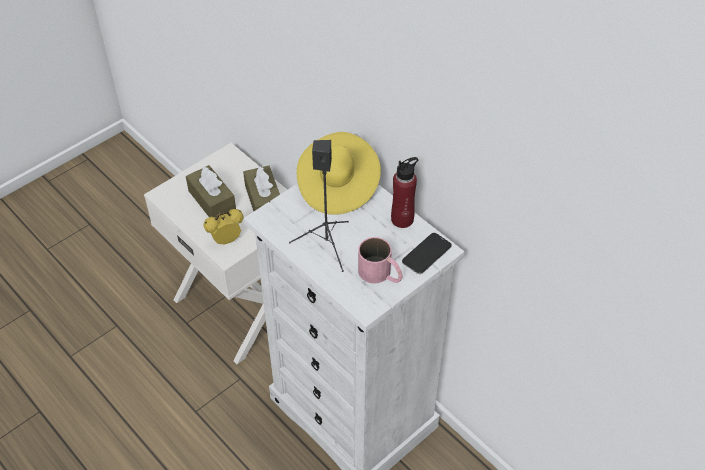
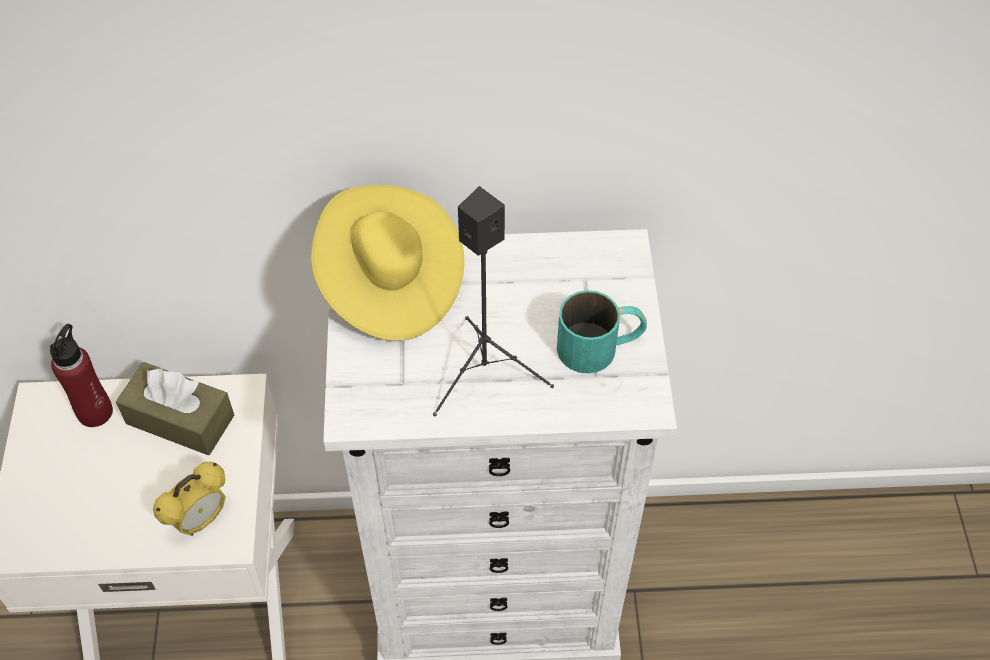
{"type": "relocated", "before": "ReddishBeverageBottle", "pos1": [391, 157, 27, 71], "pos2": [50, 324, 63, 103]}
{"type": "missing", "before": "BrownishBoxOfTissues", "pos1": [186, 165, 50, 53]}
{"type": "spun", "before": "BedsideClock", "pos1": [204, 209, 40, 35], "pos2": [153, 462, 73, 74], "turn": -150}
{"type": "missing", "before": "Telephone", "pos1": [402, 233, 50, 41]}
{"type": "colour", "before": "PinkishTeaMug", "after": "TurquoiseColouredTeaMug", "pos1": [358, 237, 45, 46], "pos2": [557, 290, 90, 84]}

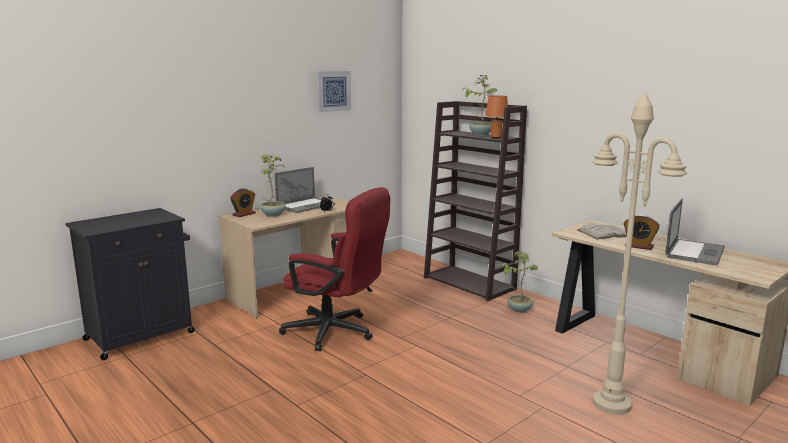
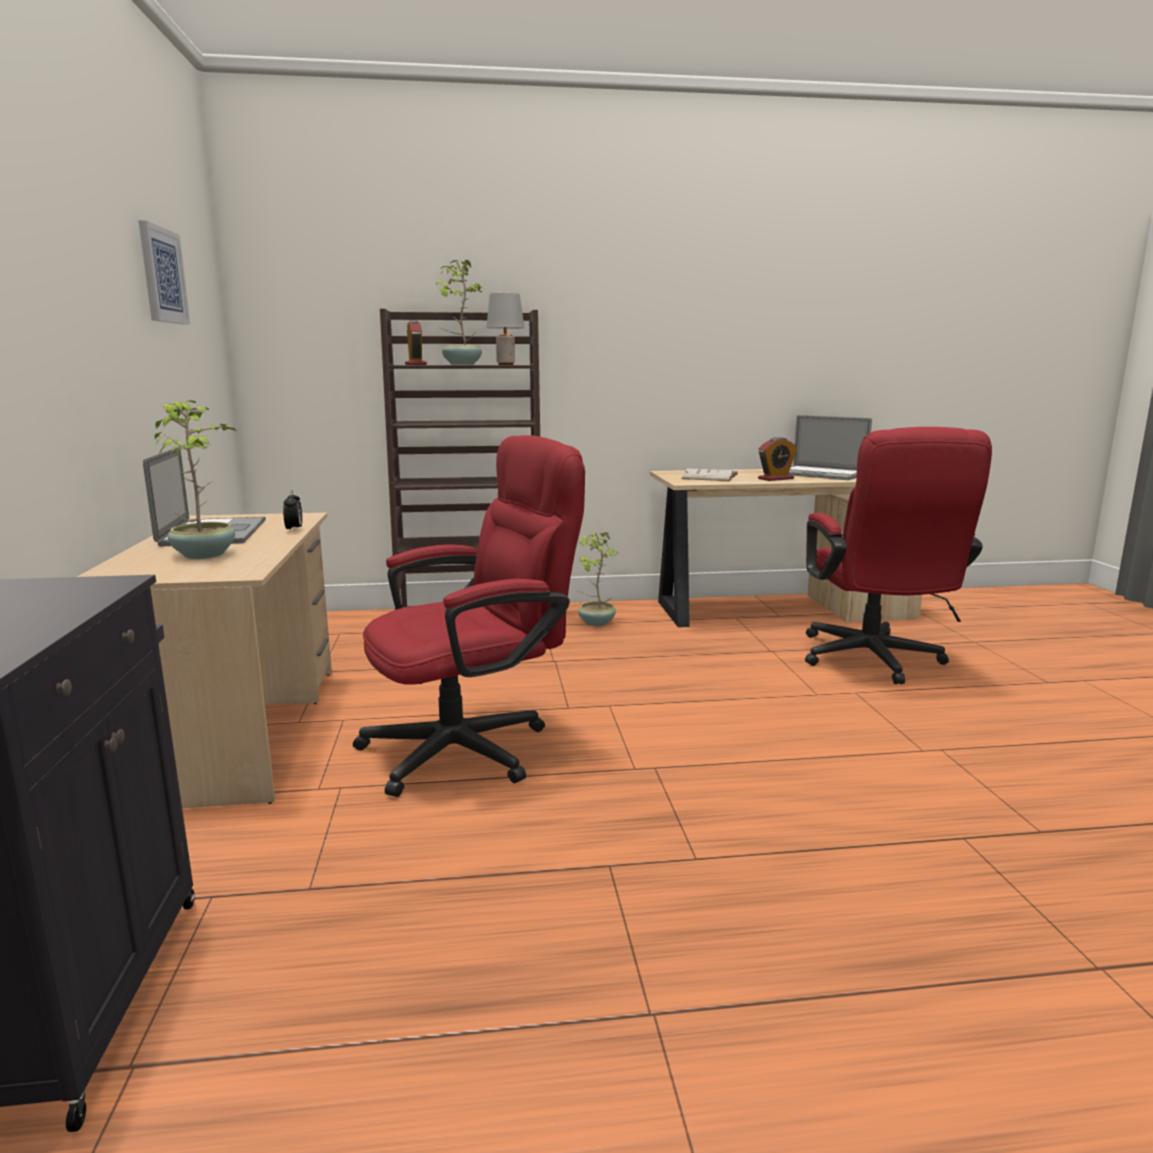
{"type": "exchanged", "before": "BeigeStandingLamp", "after": "ReddishDeskChair", "pos1": [592, 93, 95, 322], "pos2": [805, 427, 187, 257]}
{"type": "colour", "before": "OrangeTabletopLamp", "after": "GrayTabletopLamp", "pos1": [485, 96, 23, 43], "pos2": [486, 293, 38, 72]}
{"type": "relocated", "before": "BedsideClock", "pos1": [230, 188, 26, 29], "pos2": [405, 320, 22, 45]}
{"type": "spun", "before": "PortableComputer", "pos1": [665, 198, 60, 67], "pos2": [788, 415, 84, 65], "turn": 150}

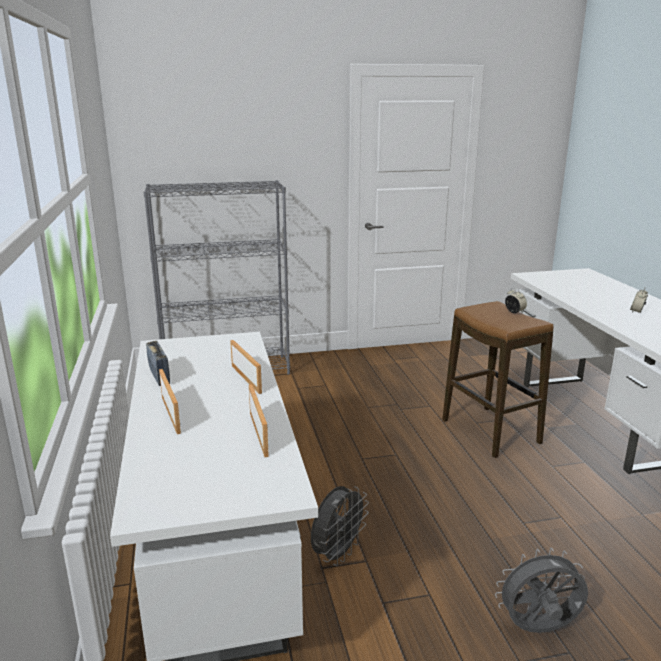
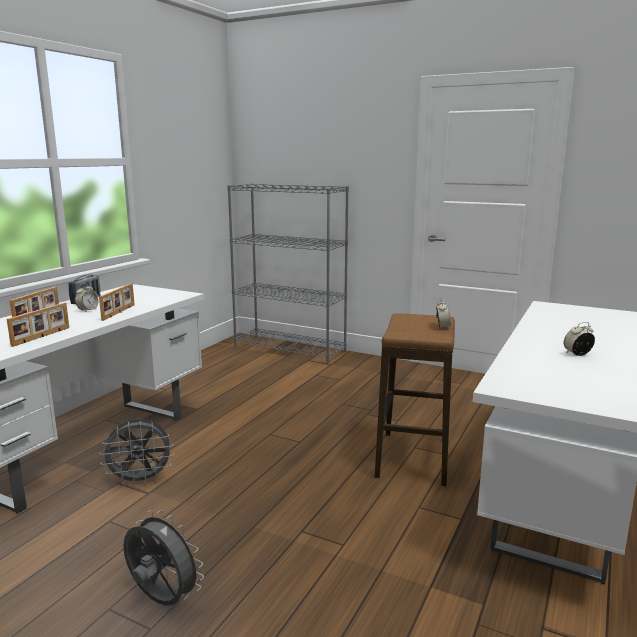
{"type": "appeared", "after": "BedsideClock", "pos2": [75, 283, 24, 29]}

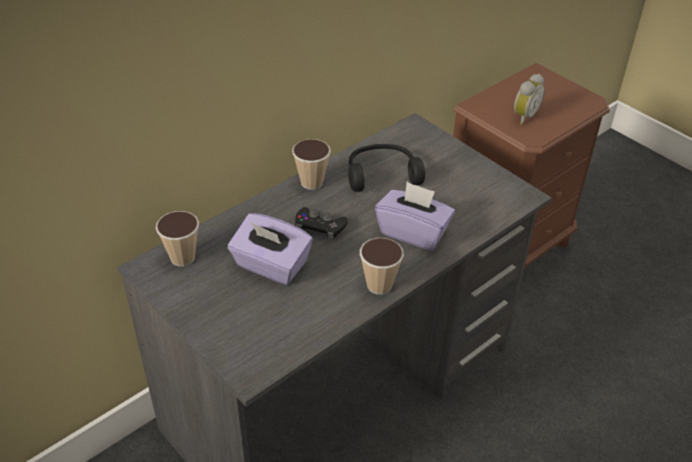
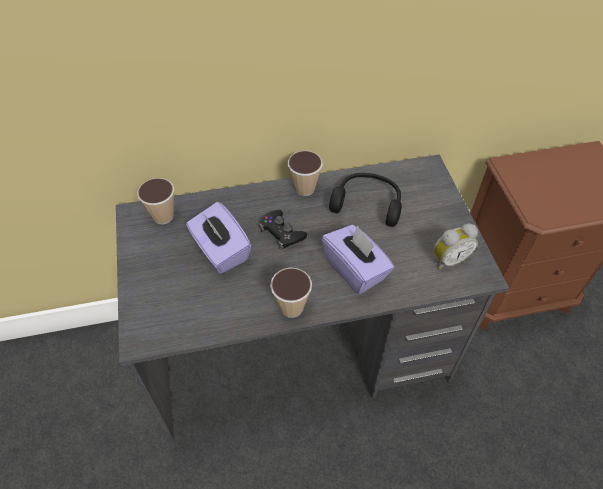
{"type": "relocated", "before": "BedsideClock", "pos1": [514, 74, 31, 51], "pos2": [434, 223, 44, 47]}

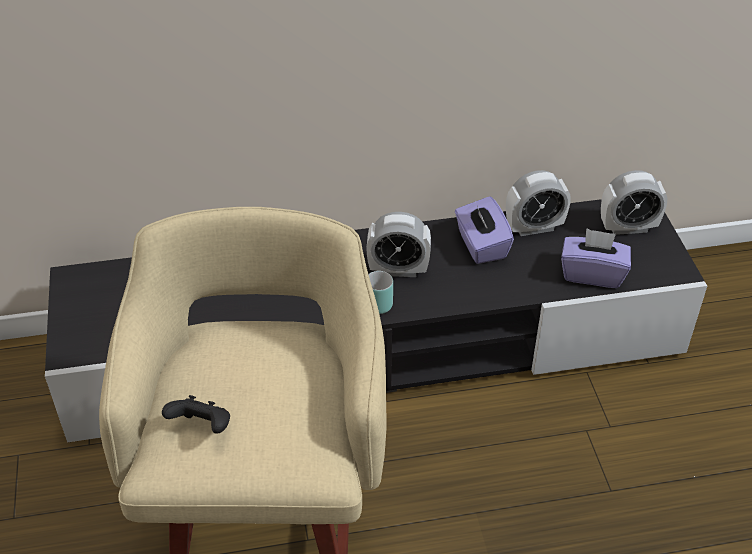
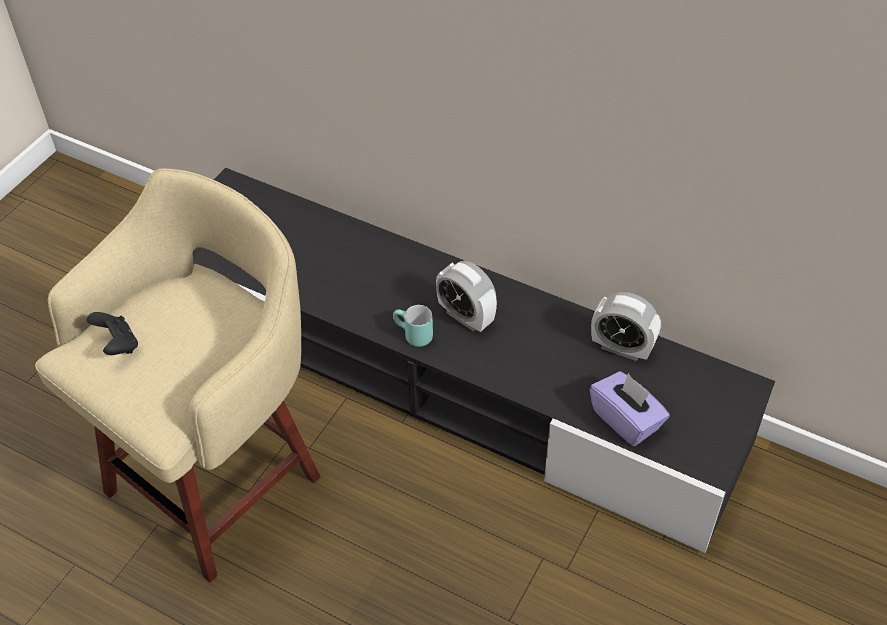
{"type": "missing", "before": "BedsideClock", "pos1": [601, 170, 66, 65]}
{"type": "missing", "before": "PurplishBoxOfTissues", "pos1": [455, 196, 59, 68]}

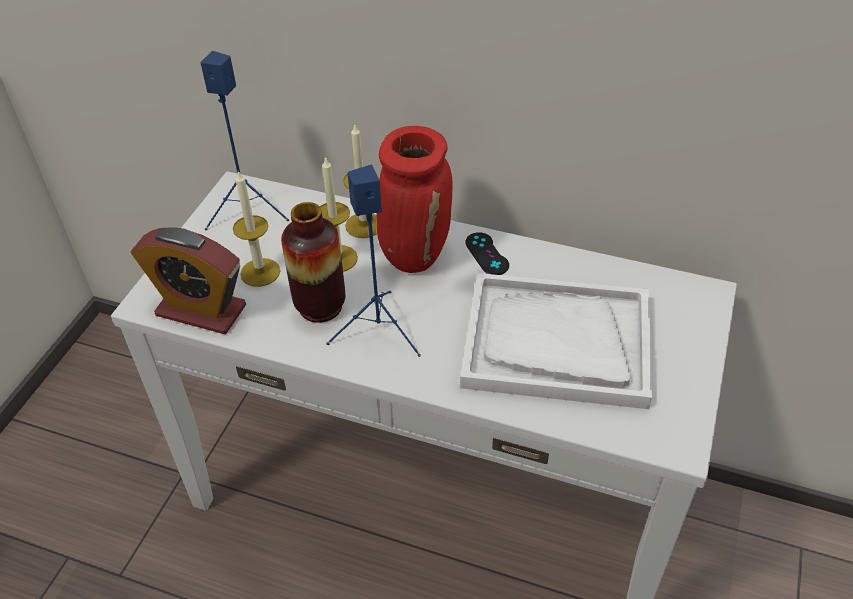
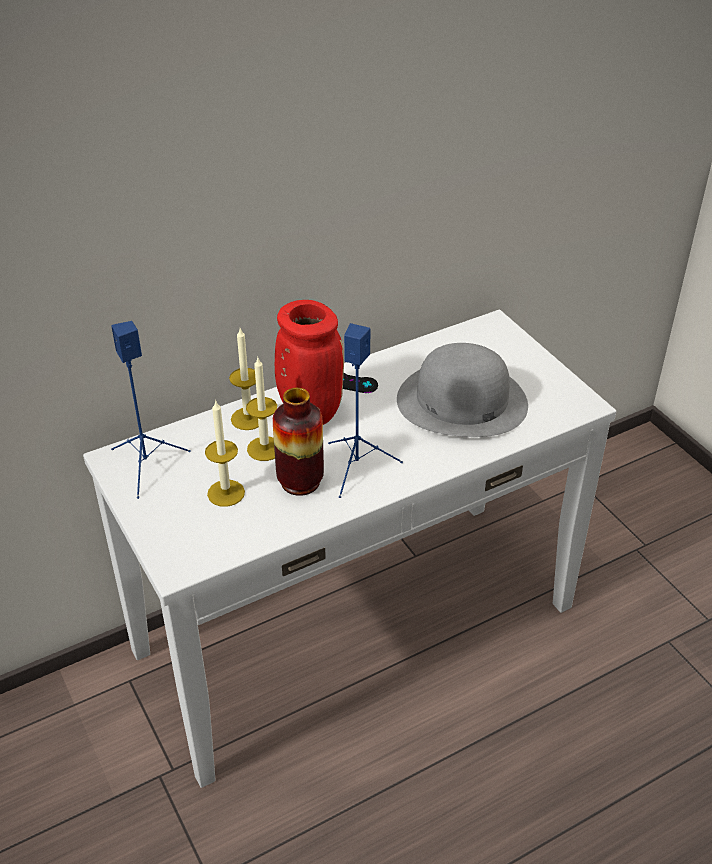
{"type": "missing", "before": "BedsideClock", "pos1": [131, 227, 115, 107]}
{"type": "exchanged", "before": "WhiteTray", "after": "GrayHat", "pos1": [460, 273, 192, 136], "pos2": [397, 343, 131, 94]}

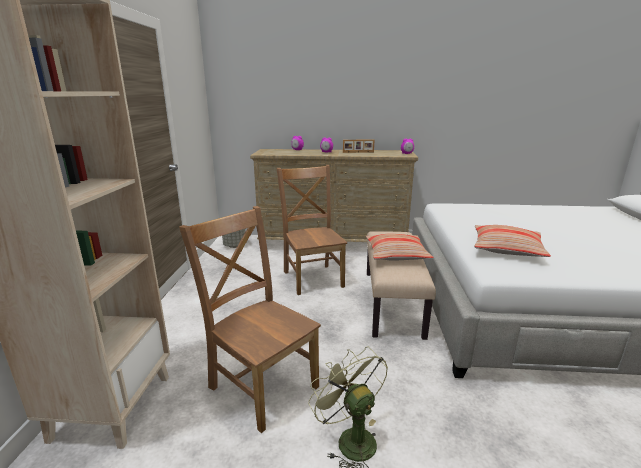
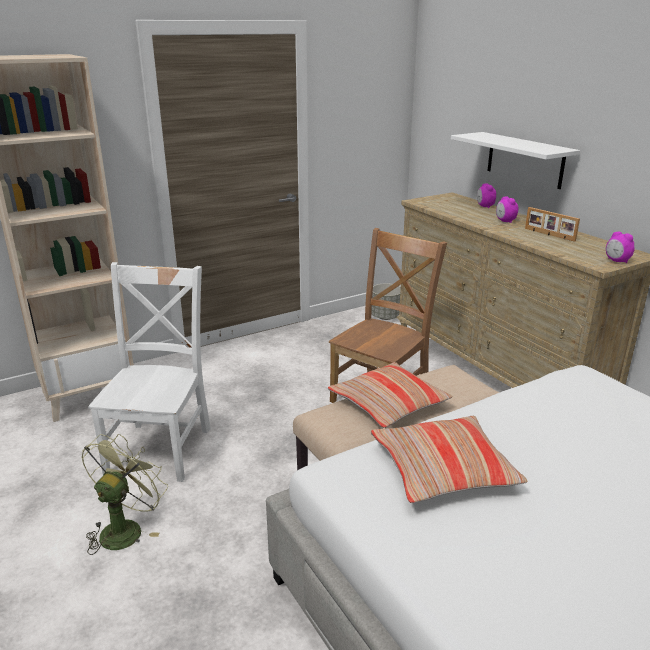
{"type": "colour", "before": "BrownishPlainChair", "after": "WhitePlainChair", "pos1": [179, 206, 142, 227], "pos2": [88, 262, 123, 220]}
{"type": "appeared", "after": "WhiteBracketShelf", "pos2": [451, 132, 129, 57]}

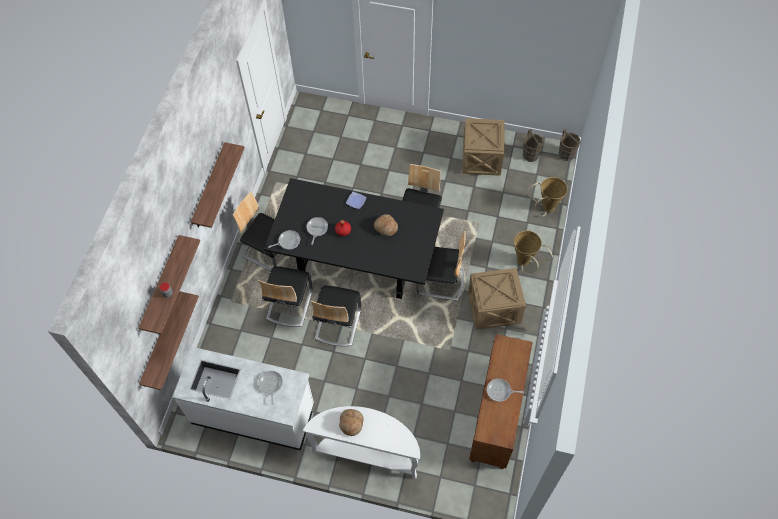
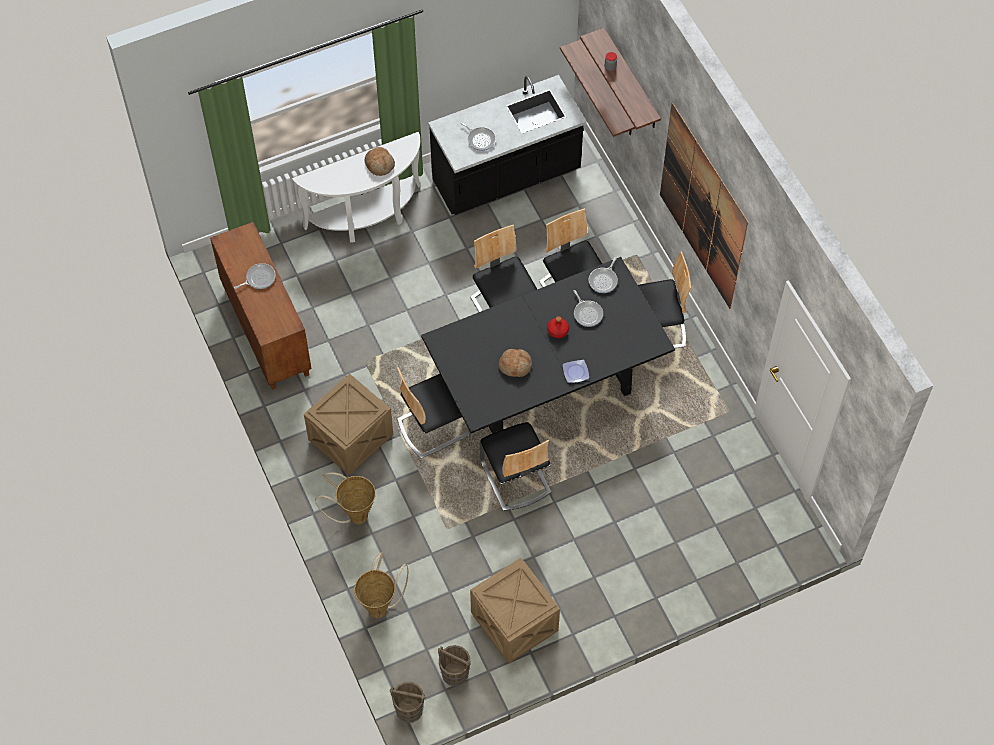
{"type": "exchanged", "before": "BracketShelf", "after": "Picture", "pos1": [191, 142, 54, 86], "pos2": [660, 103, 88, 206]}
{"type": "colour", "before": "WhiteCounter", "after": "BlackColouredCounter", "pos1": [173, 347, 141, 104], "pos2": [428, 75, 159, 140]}

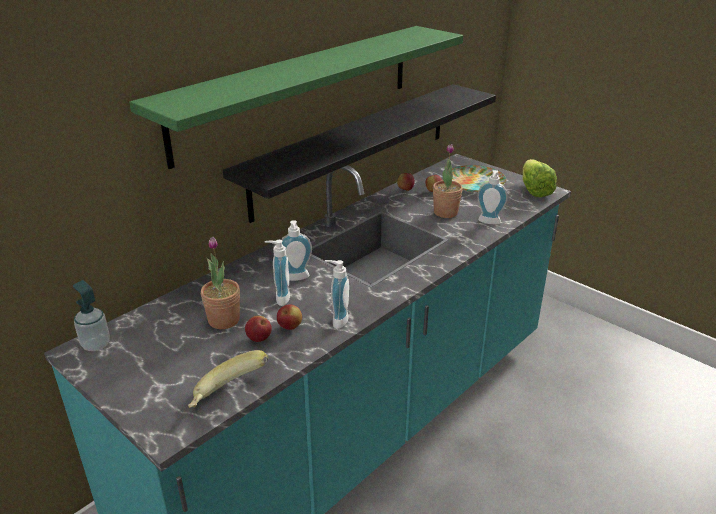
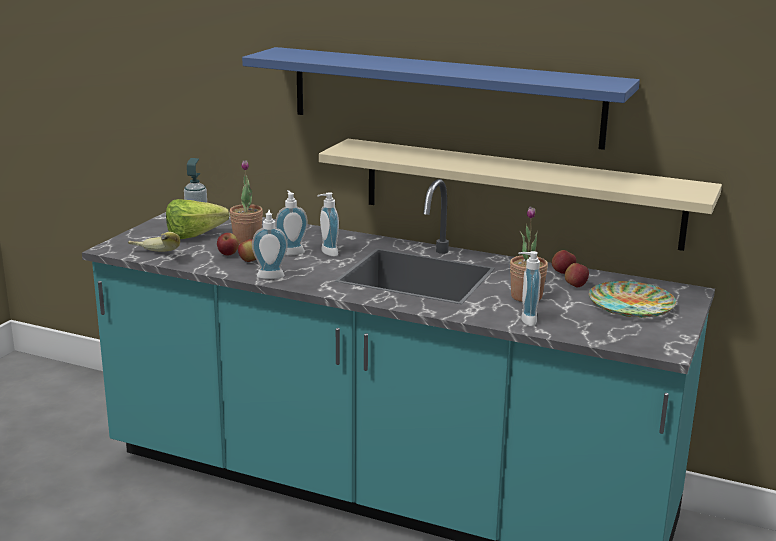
{"type": "colour", "before": "GreenishBracketShelf", "after": "BlueColouredBracketShelf", "pos1": [129, 26, 334, 143], "pos2": [242, 47, 398, 103]}
{"type": "colour", "before": "BlackColouredBracketShelf", "after": "BeigeBracketShelf", "pos1": [223, 84, 273, 139], "pos2": [319, 139, 403, 112]}
{"type": "relocated", "before": "HeadOfLettuce", "pos1": [522, 159, 35, 38], "pos2": [166, 199, 64, 40]}

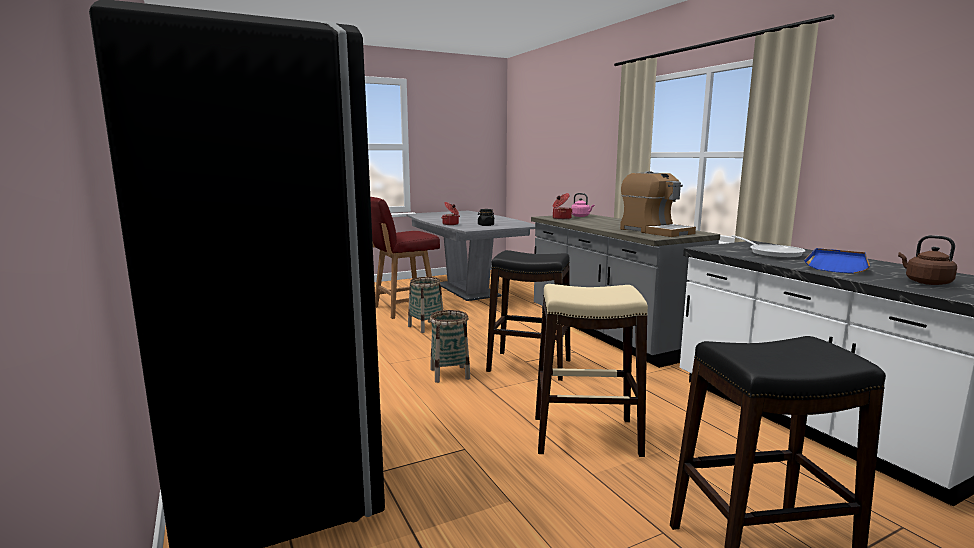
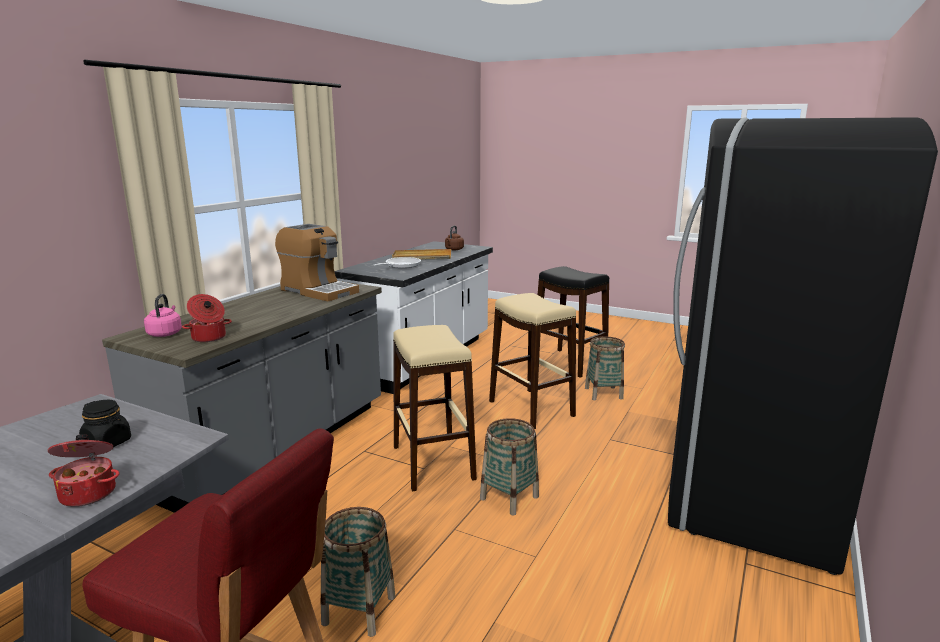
{"type": "spun", "before": "CoffeeMachine", "pos1": [620, 171, 76, 66], "pos2": [275, 224, 84, 77], "turn": 105}
{"type": "colour", "before": "BlueColouredTray", "after": "BeigeTray", "pos1": [804, 248, 66, 25], "pos2": [392, 249, 59, 11]}
{"type": "colour", "before": "BlackColouredSittingStool", "after": "BeigeSittingStool", "pos1": [486, 250, 85, 131], "pos2": [393, 325, 84, 166]}
{"type": "appeared", "after": "HouseholdBasket", "pos2": [585, 336, 40, 64]}

